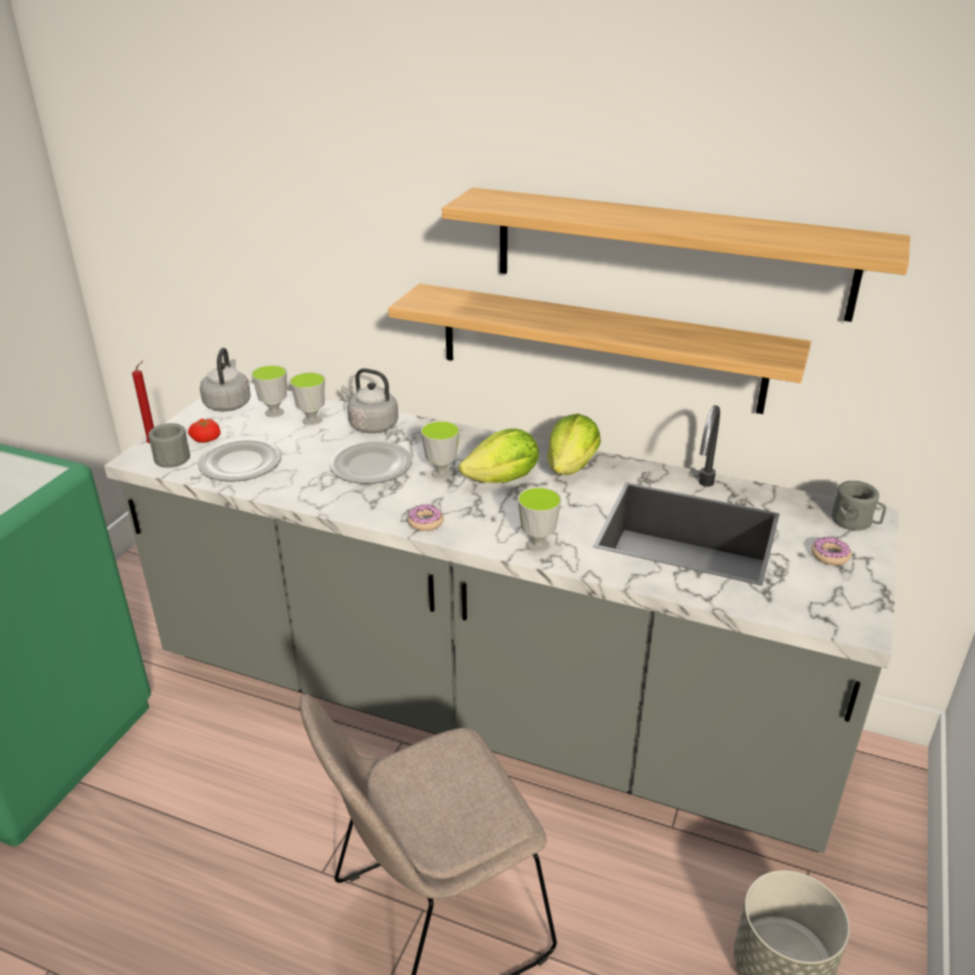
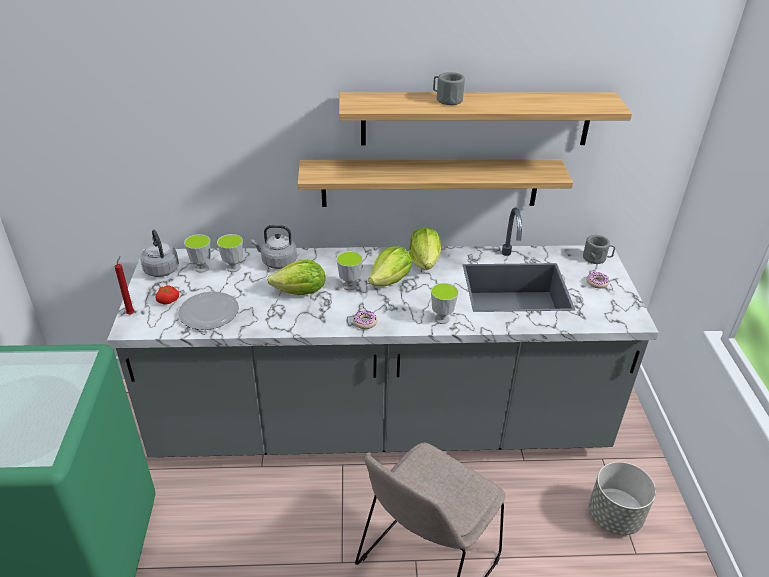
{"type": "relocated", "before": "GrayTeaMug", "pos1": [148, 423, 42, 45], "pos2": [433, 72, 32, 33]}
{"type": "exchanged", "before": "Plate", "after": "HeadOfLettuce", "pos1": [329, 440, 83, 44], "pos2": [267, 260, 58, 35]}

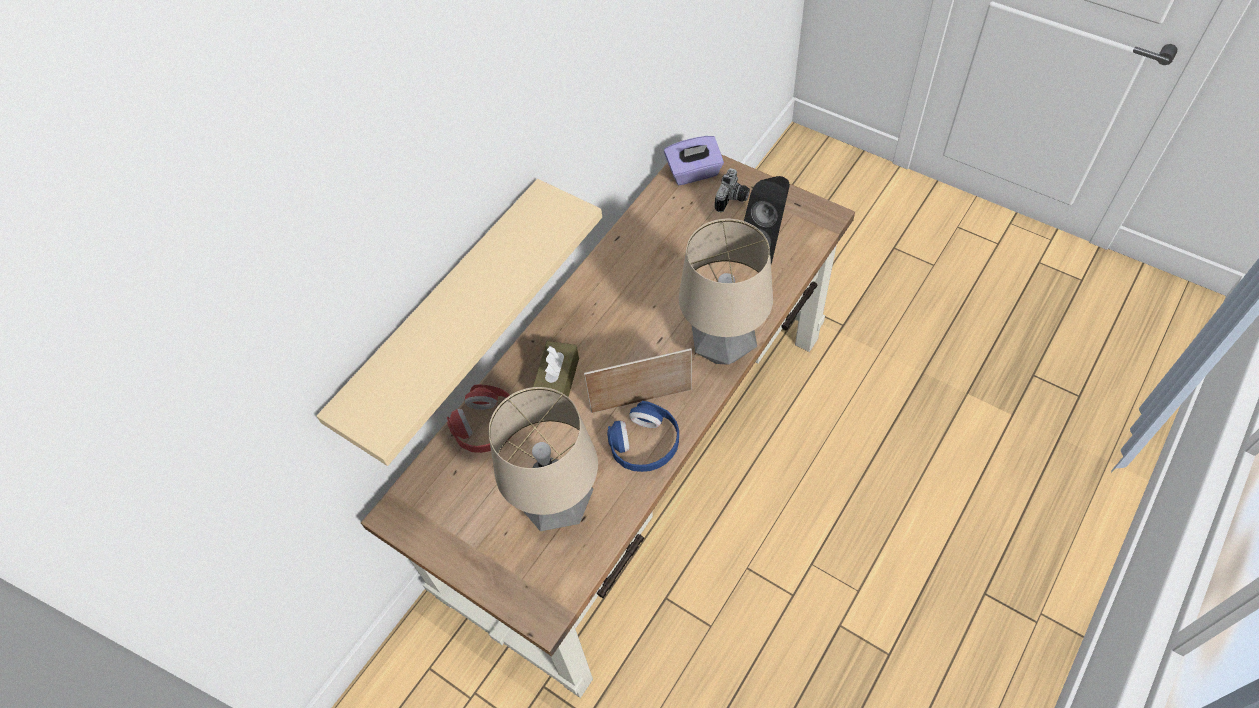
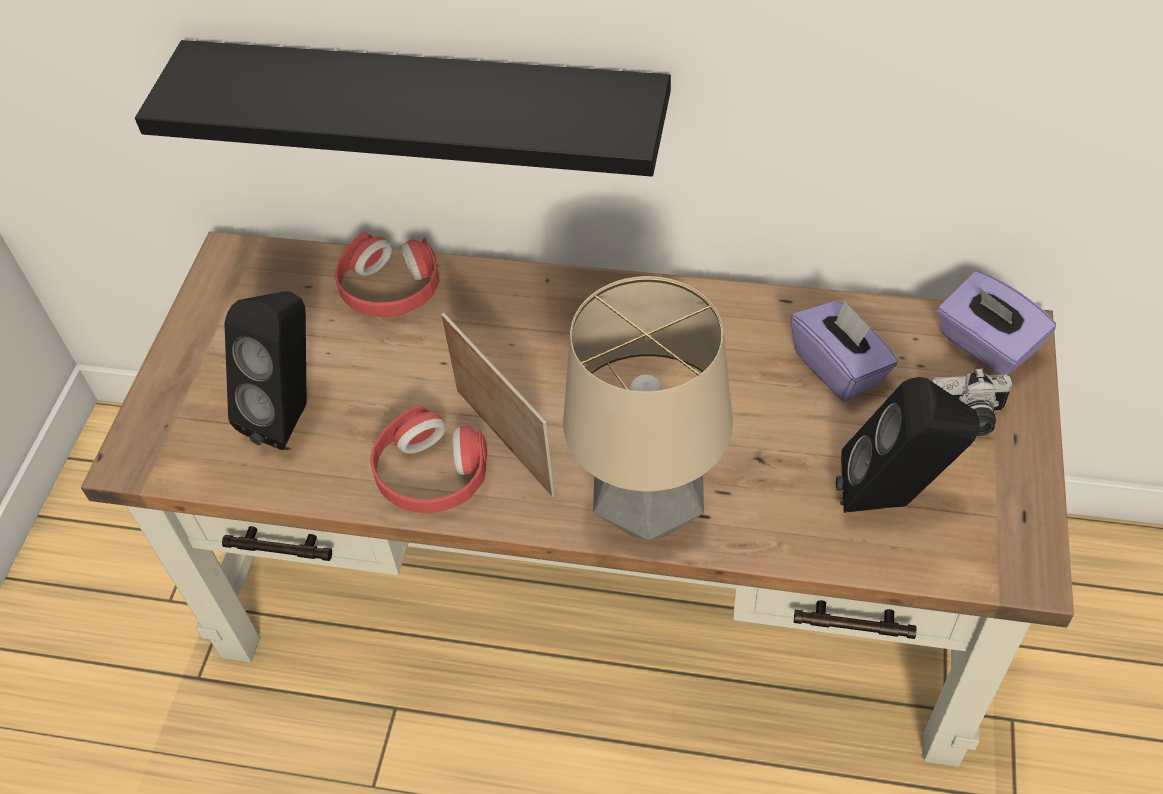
{"type": "colour", "before": "BeigeBracketShelf", "after": "BlackColouredBracketShelf", "pos1": [316, 179, 286, 287], "pos2": [135, 40, 536, 137]}
{"type": "missing", "before": "BrownishBoxOfTissues", "pos1": [533, 341, 46, 56]}
{"type": "exchanged", "before": "TabletopLamp", "after": "BlackColouredAudioSpeaker", "pos1": [489, 387, 109, 144], "pos2": [224, 291, 83, 159]}
{"type": "colour", "before": "BlueColouredHeadset", "after": "ReddishHeadset", "pos1": [607, 401, 72, 71], "pos2": [370, 405, 117, 108]}
{"type": "appeared", "after": "PurplishBoxOfTissues", "pos2": [790, 300, 108, 102]}

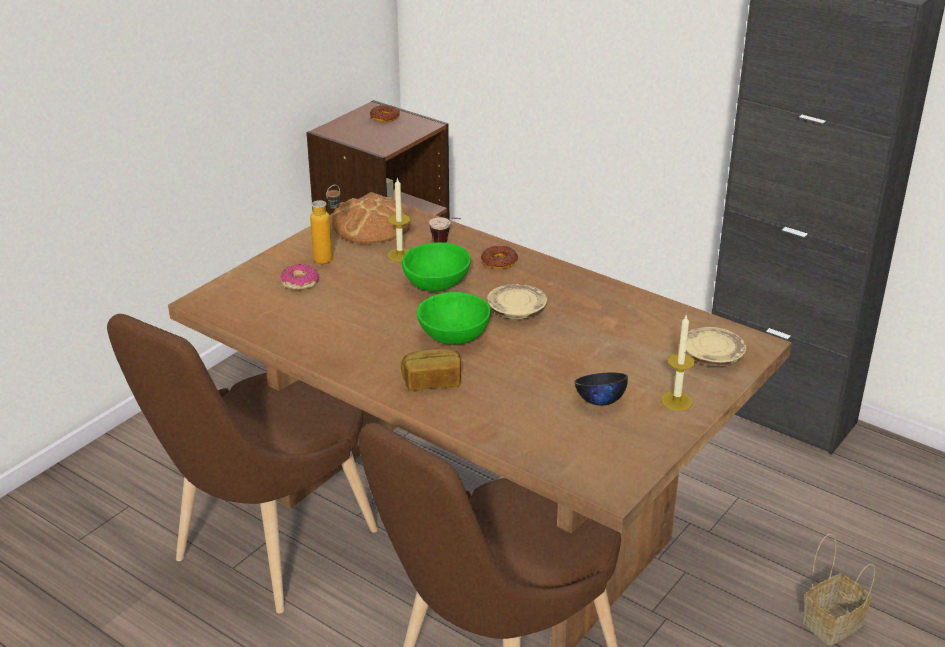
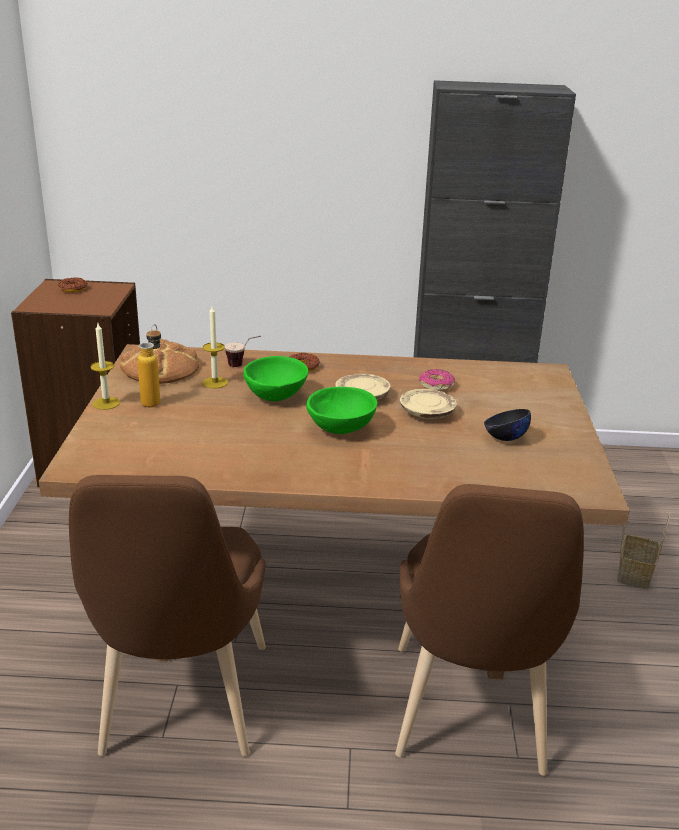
{"type": "relocated", "before": "RingDoughnut", "pos1": [280, 264, 39, 26], "pos2": [419, 369, 36, 22]}
{"type": "relocated", "before": "WaxCandle", "pos1": [661, 314, 34, 97], "pos2": [90, 323, 30, 87]}
{"type": "relocated", "before": "BeigePlate", "pos1": [686, 327, 60, 39], "pos2": [400, 389, 57, 30]}
{"type": "missing", "before": "Bread", "pos1": [401, 348, 60, 43]}

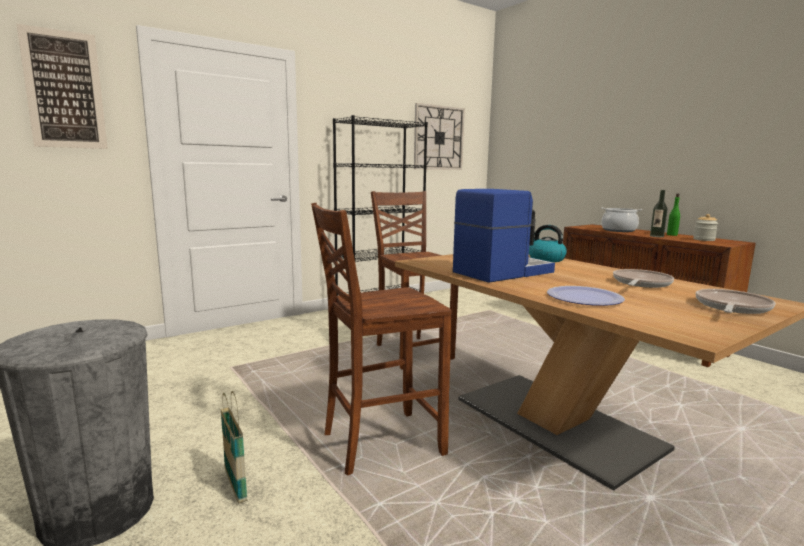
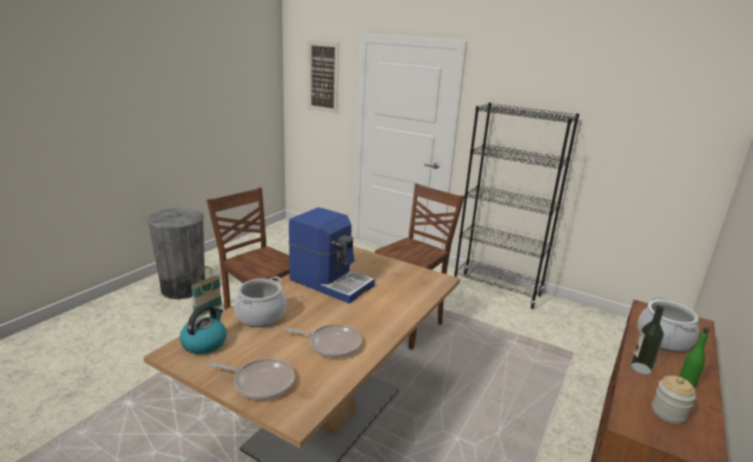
{"type": "missing", "before": "HangingClock", "pos1": [414, 103, 51, 67]}
{"type": "relocated", "before": "WaterKettle", "pos1": [529, 225, 38, 37], "pos2": [180, 305, 47, 49]}
{"type": "exchanged", "before": "Plate", "after": "Stockpot", "pos1": [547, 286, 78, 20], "pos2": [234, 276, 52, 51]}

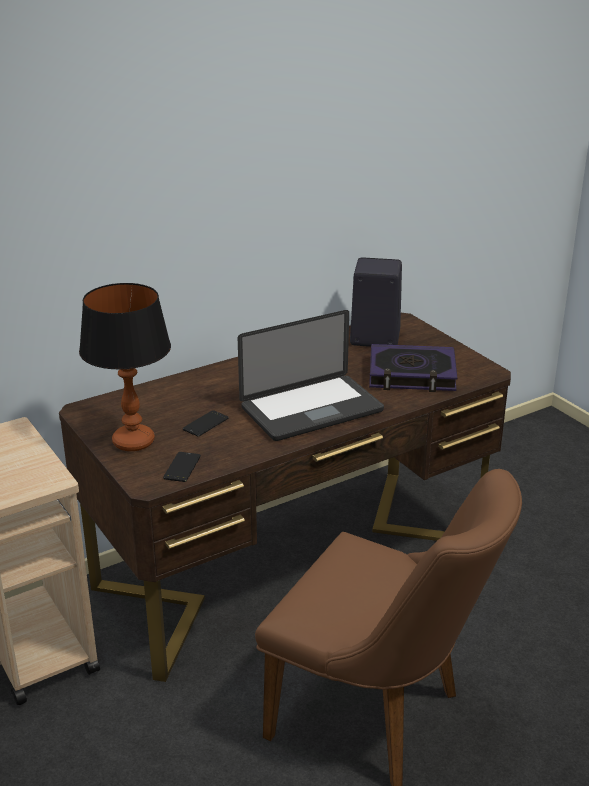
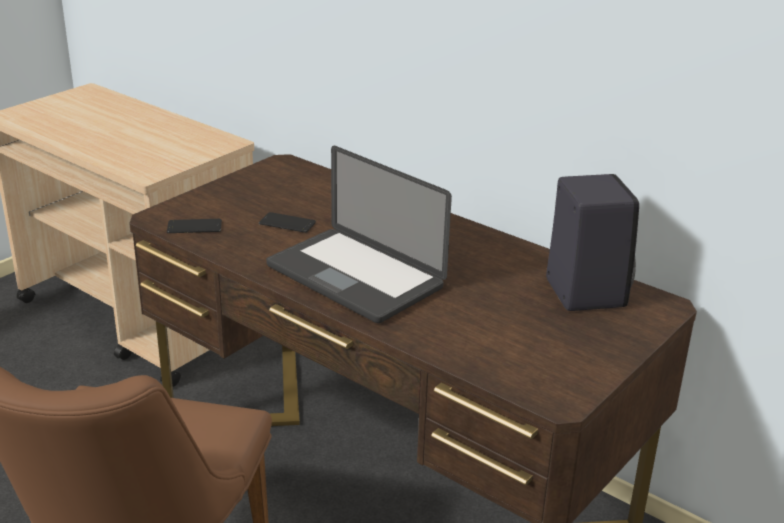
{"type": "missing", "before": "TabletopLamp", "pos1": [79, 283, 92, 168]}
{"type": "missing", "before": "Volume", "pos1": [369, 344, 89, 48]}

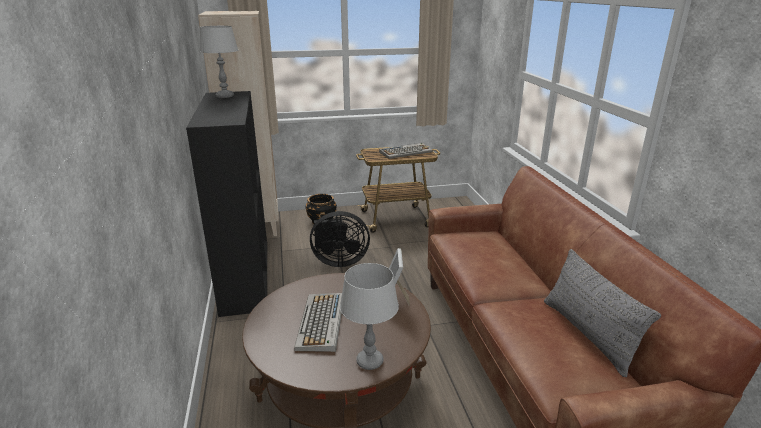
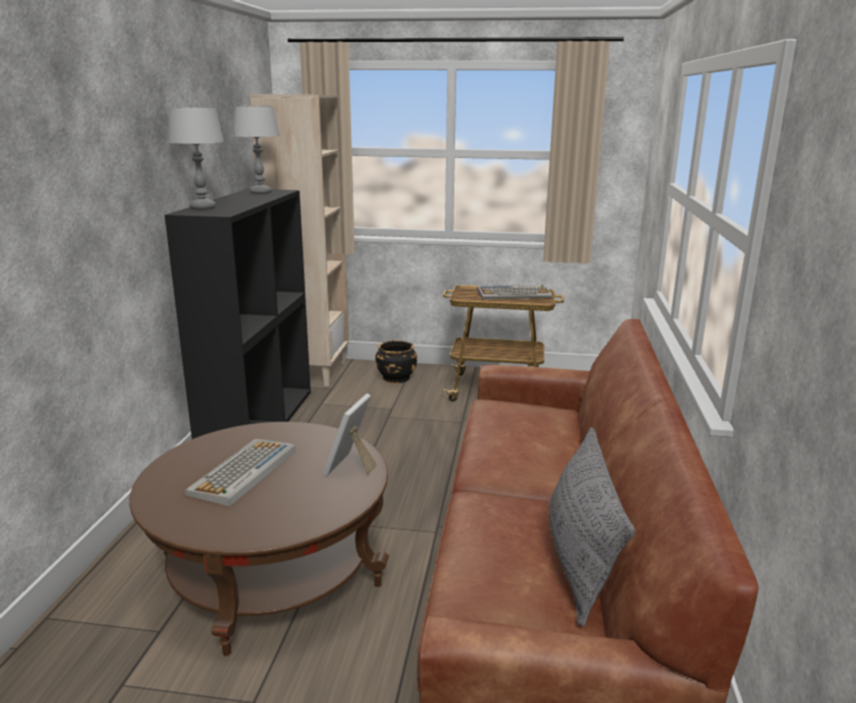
{"type": "missing", "before": "BlackColouredElectricFan", "pos1": [310, 211, 60, 56]}
{"type": "relocated", "before": "GrayTabletopLamp", "pos1": [340, 263, 59, 107], "pos2": [168, 107, 56, 103]}

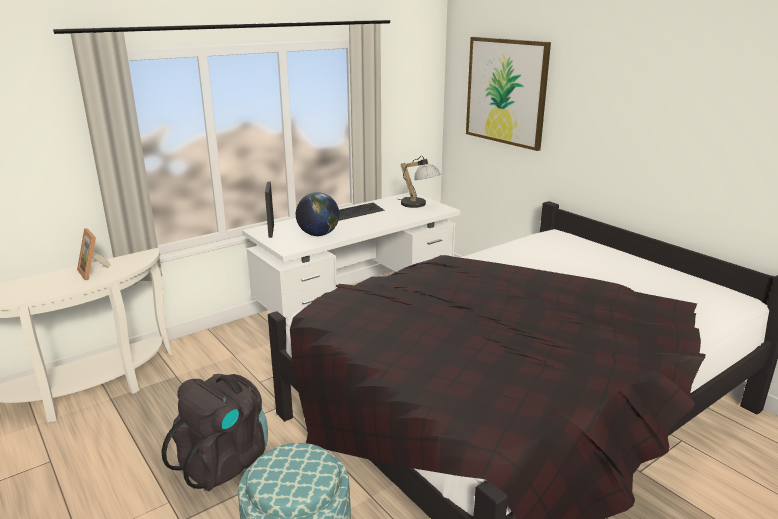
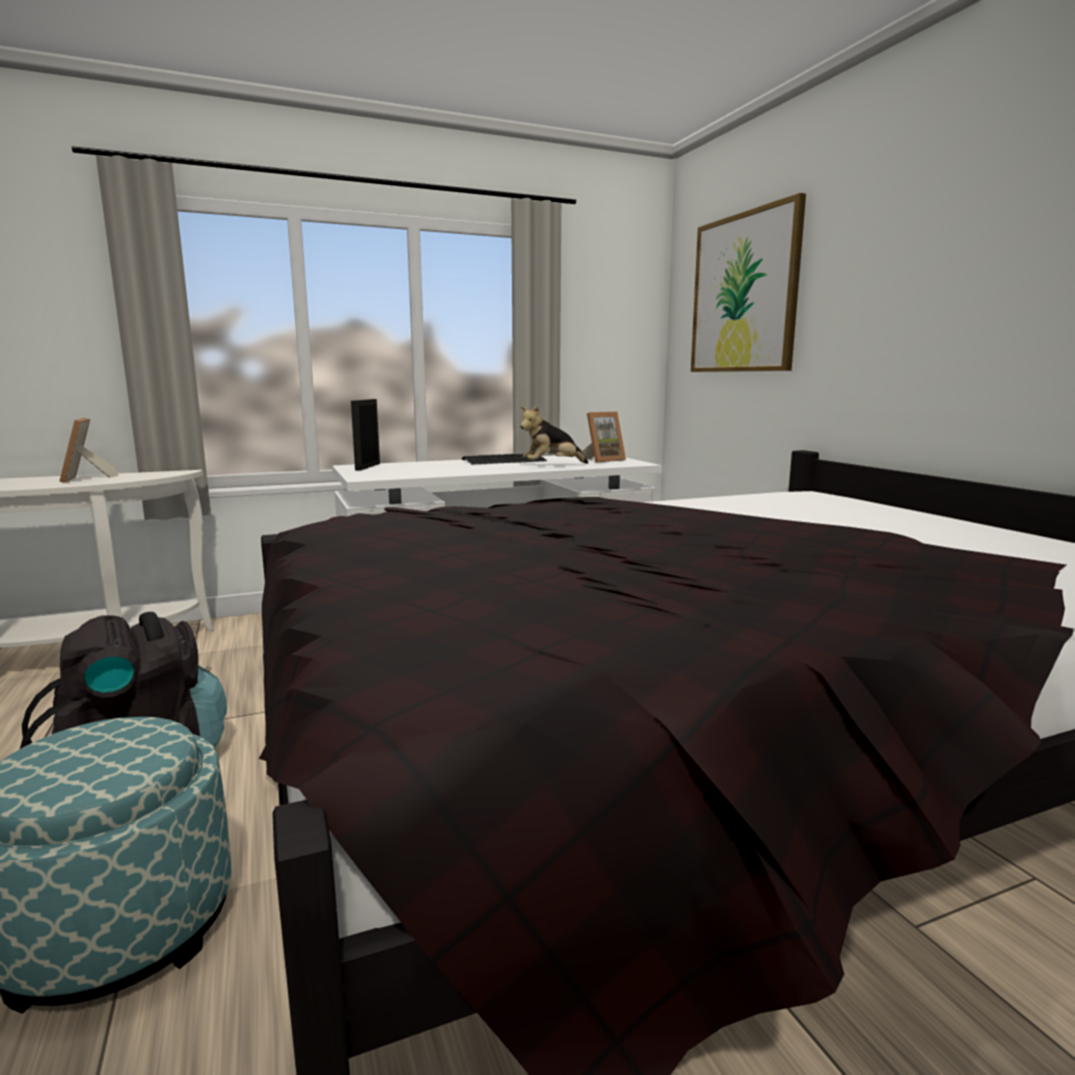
{"type": "exchanged", "before": "TabletopLamp", "after": "PictureFrame", "pos1": [399, 156, 42, 52], "pos2": [582, 412, 44, 51]}
{"type": "missing", "before": "WorldGlobe", "pos1": [296, 192, 43, 44]}
{"type": "appeared", "after": "CuddlyToy", "pos2": [520, 405, 68, 59]}

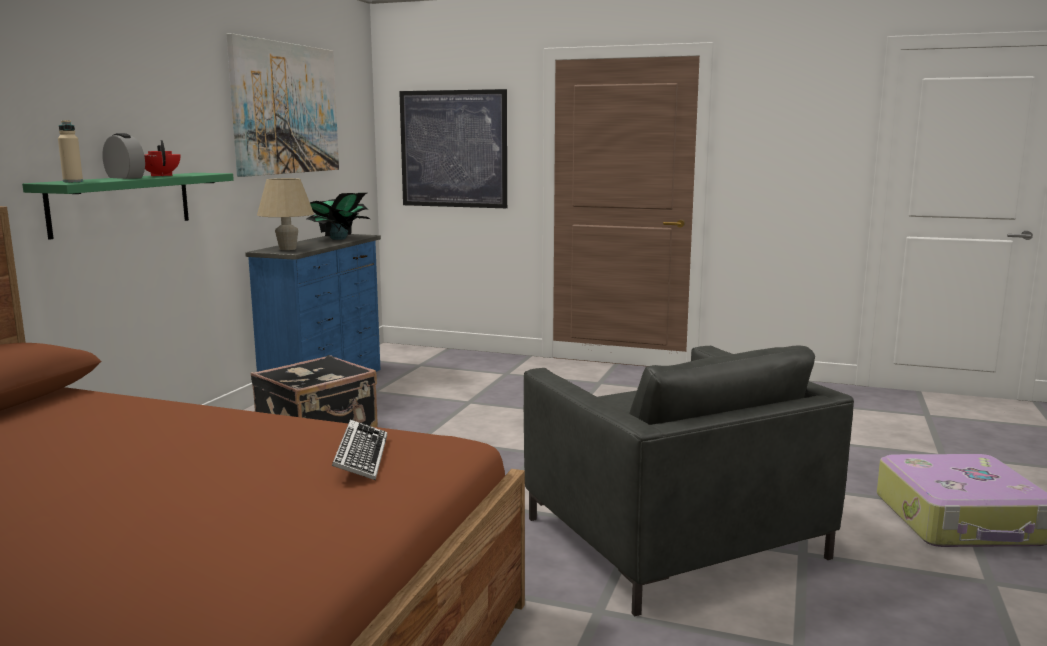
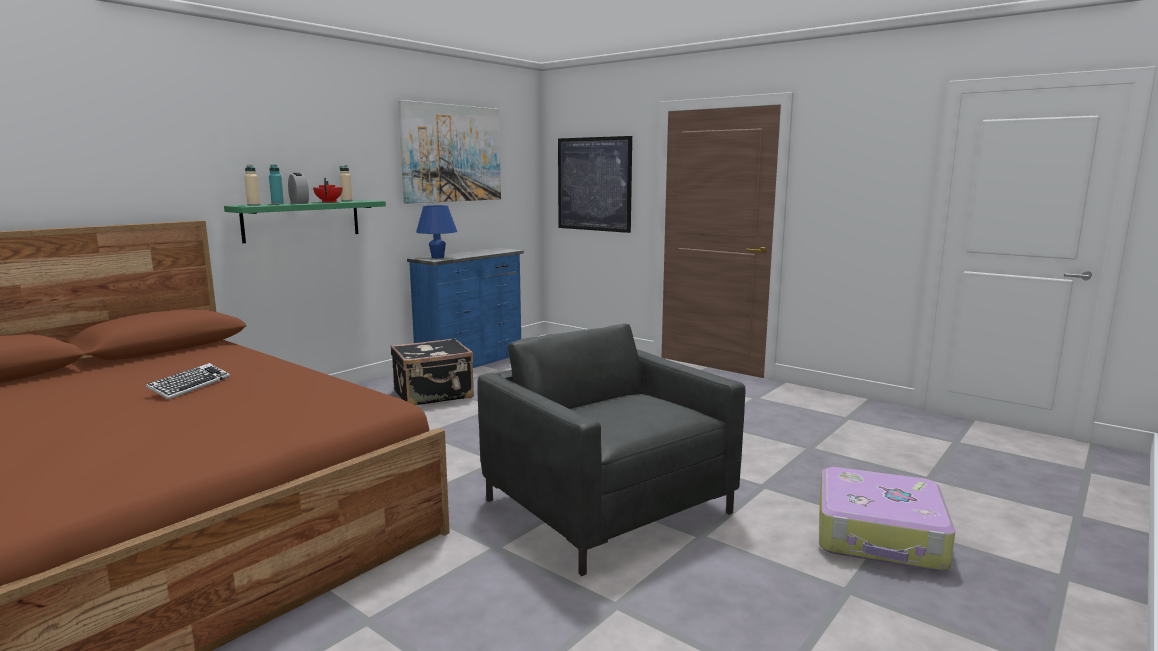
{"type": "colour", "before": "BeigeTabletopLamp", "after": "BlueColouredTabletopLamp", "pos1": [257, 178, 57, 72], "pos2": [416, 205, 41, 53]}
{"type": "missing", "before": "PottedPlant", "pos1": [306, 193, 64, 47]}
{"type": "spun", "before": "GrayArmchair", "pos1": [524, 345, 330, 271], "pos2": [477, 324, 268, 252], "turn": 150}
{"type": "relocated", "before": "PcKeyboard", "pos1": [332, 420, 55, 60], "pos2": [146, 363, 84, 37]}
{"type": "appeared", "after": "TurquoiseColouredBeverageBottle", "pos2": [269, 164, 15, 40]}
{"type": "appeared", "after": "BeigeBeverageBottle", "pos2": [340, 165, 12, 36]}

